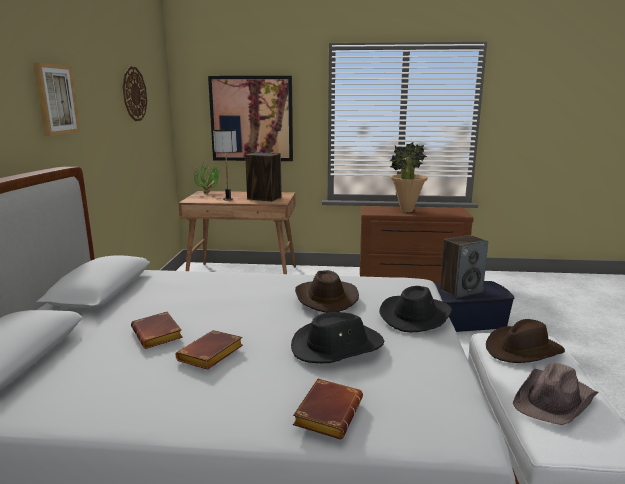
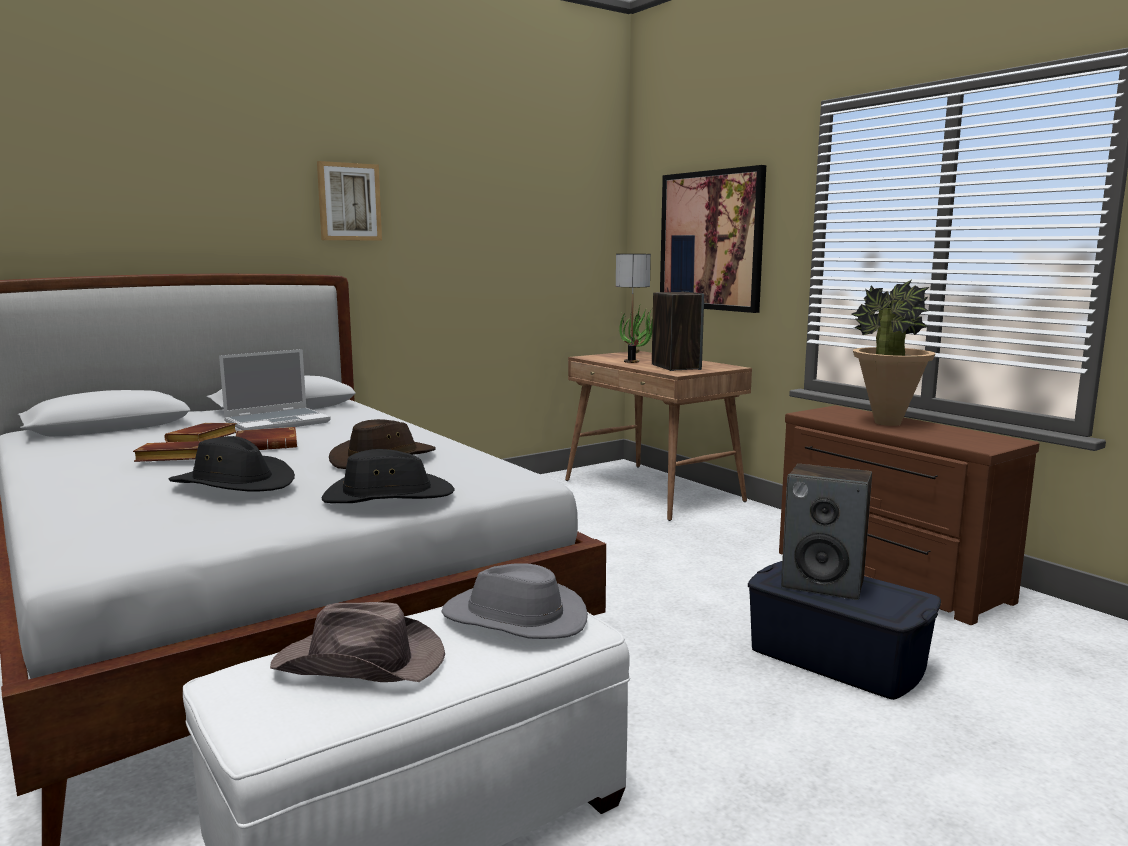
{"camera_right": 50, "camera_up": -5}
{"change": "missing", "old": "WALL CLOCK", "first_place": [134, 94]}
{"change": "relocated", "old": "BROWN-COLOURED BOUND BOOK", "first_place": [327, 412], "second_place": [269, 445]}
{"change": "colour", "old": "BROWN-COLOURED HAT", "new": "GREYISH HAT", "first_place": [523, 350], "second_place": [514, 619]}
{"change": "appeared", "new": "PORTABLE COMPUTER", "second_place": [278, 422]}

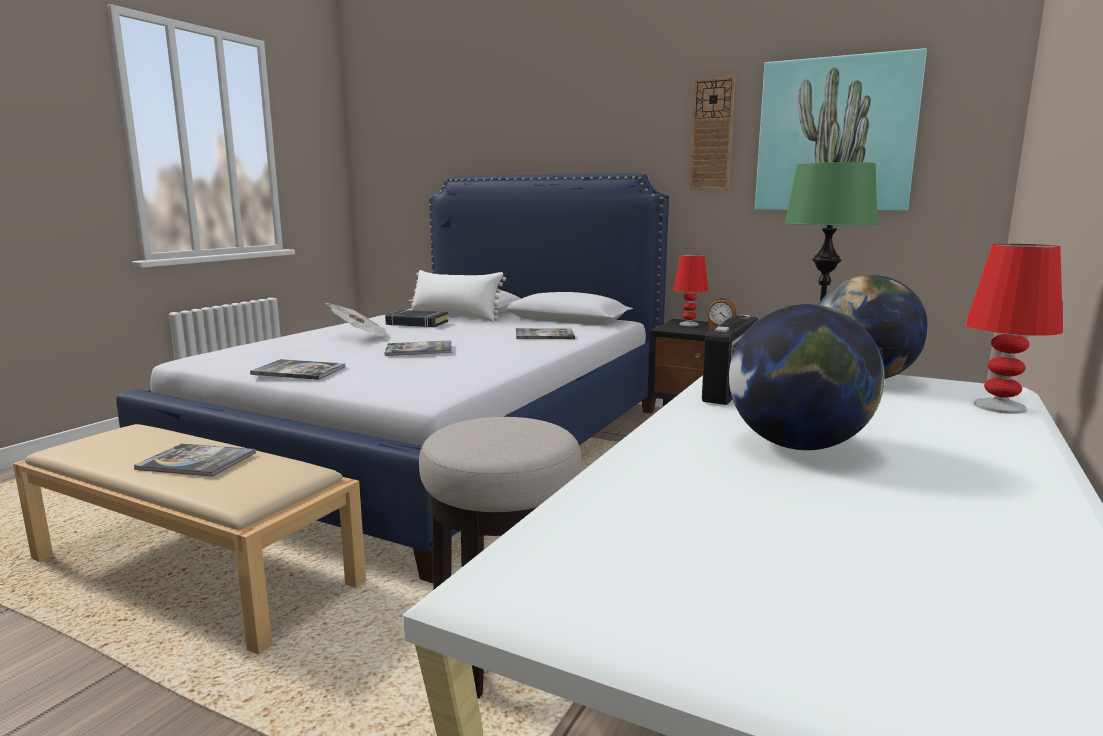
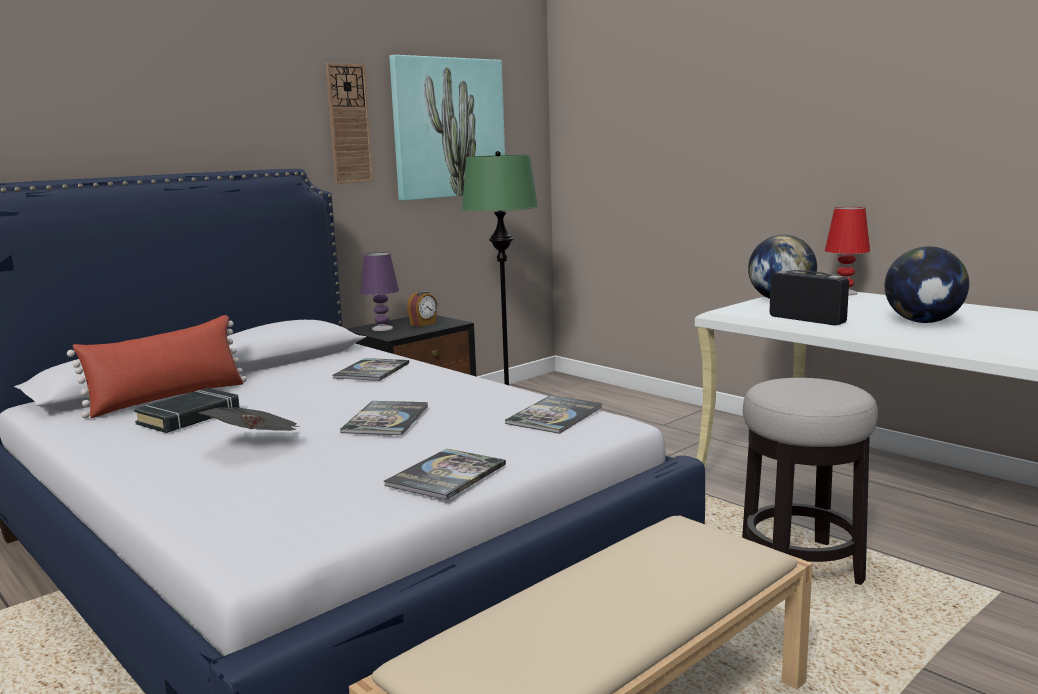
{"camera_right": -70, "camera_up": 0}
{"change": "relocated", "old": "BOUND BOOK", "first_place": [196, 461], "second_place": [554, 416]}
{"change": "colour", "old": "WHITE-COLOURED CUSHION", "new": "RED CUSHION", "first_place": [455, 316], "second_place": [168, 398]}
{"change": "colour", "old": "RED TABLE LAMP", "new": "PURPLISH TABLE LAMP", "first_place": [689, 324], "second_place": [382, 328]}

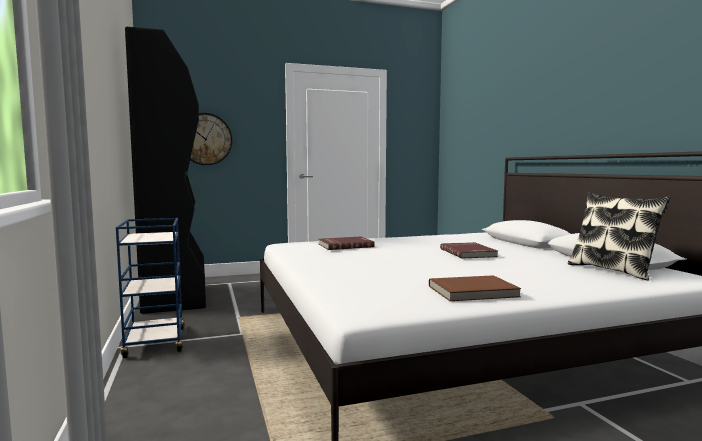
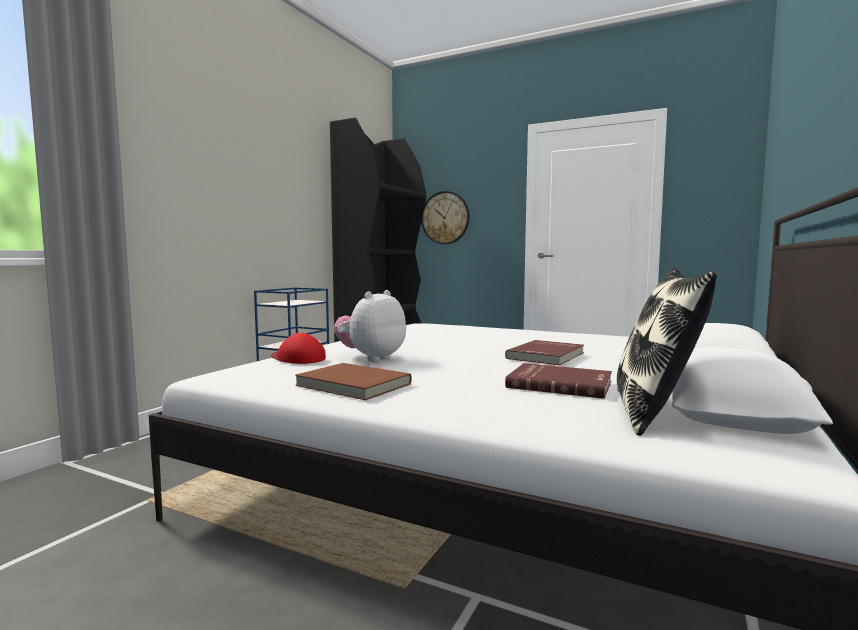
{"camera_right": 45, "camera_up": 0}
{"change": "relocated", "old": "RED BOUND BOOK", "first_place": [345, 245], "second_place": [560, 384]}
{"change": "appeared", "new": "RED CAP", "second_place": [297, 358]}
{"change": "appeared", "new": "CUDDLY TOY", "second_place": [371, 358]}

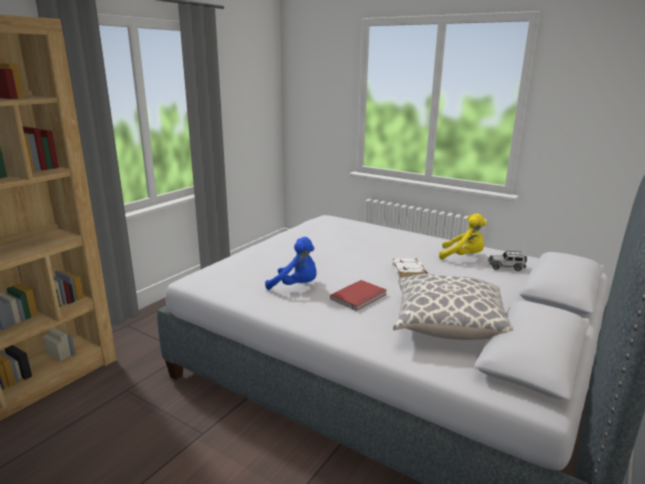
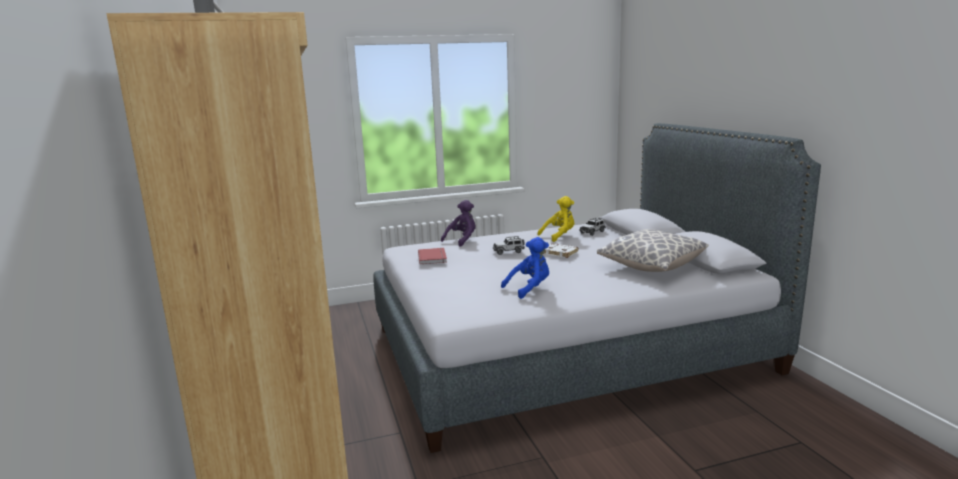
{"camera_right": -50, "camera_up": -5}
{"change": "relocated", "old": "RED BOUND BOOK", "first_place": [360, 297], "second_place": [433, 257]}
{"change": "appeared", "new": "PURPLISH CUDDLY TOY", "second_place": [462, 240]}
{"change": "appeared", "new": "MINIATURE CAR", "second_place": [508, 251]}

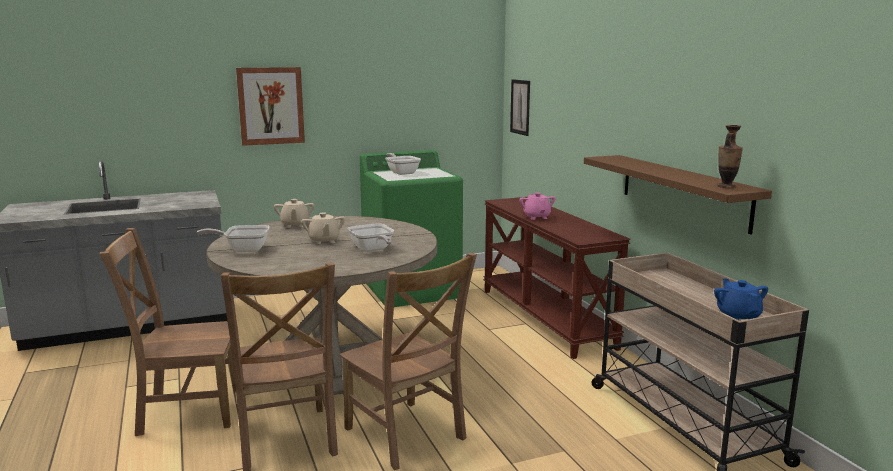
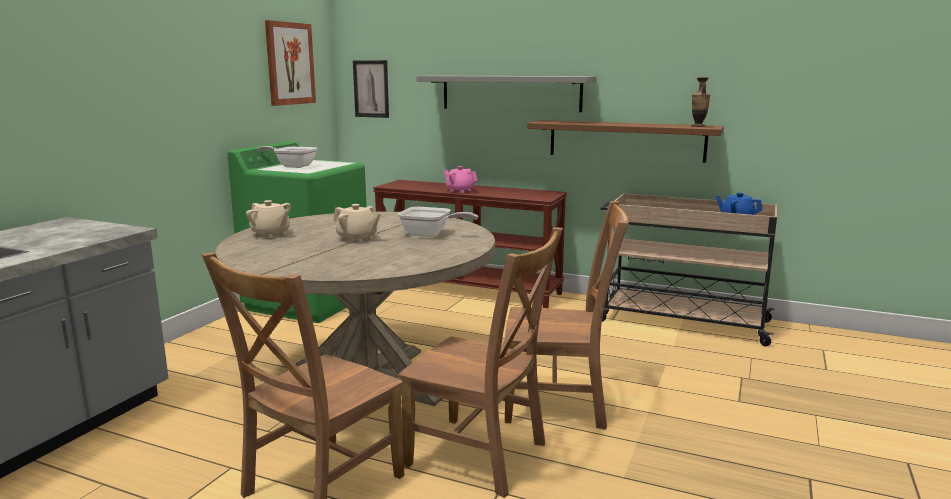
{"camera_right": -45, "camera_up": 0}
{"change": "missing", "old": "FRYING PAN", "first_place": [243, 249]}
{"change": "relocated", "old": "WALL PICTURE", "first_place": [271, 106], "second_place": [289, 63]}
{"change": "appeared", "new": "GREYISH SHELF", "second_place": [510, 93]}

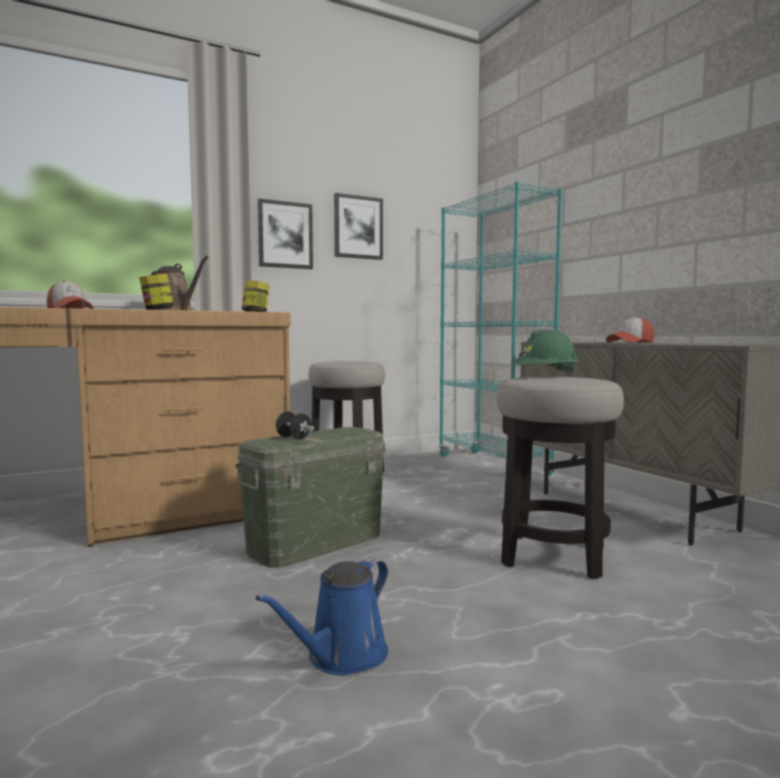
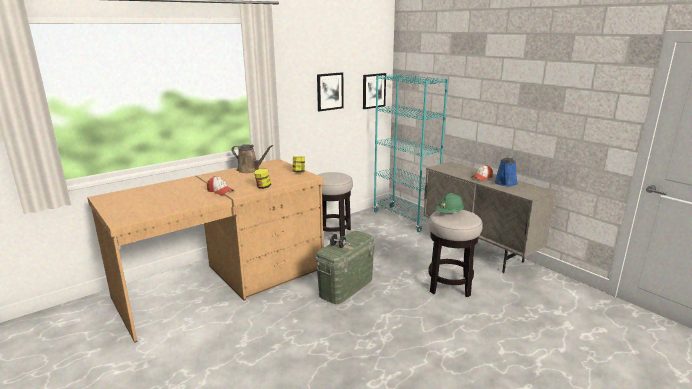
{"camera_right": -10, "camera_up": 15}
{"change": "relocated", "old": "BLUISH WATERING CAN", "first_place": [342, 657], "second_place": [505, 183]}
{"change": "relocated", "old": "WALL PICTURE", "first_place": [285, 235], "second_place": [373, 90]}

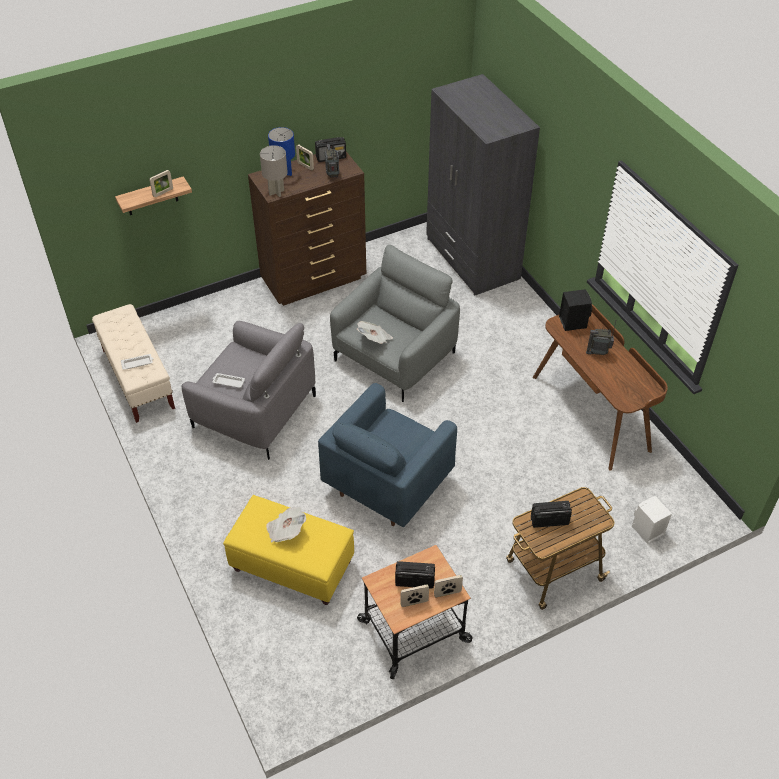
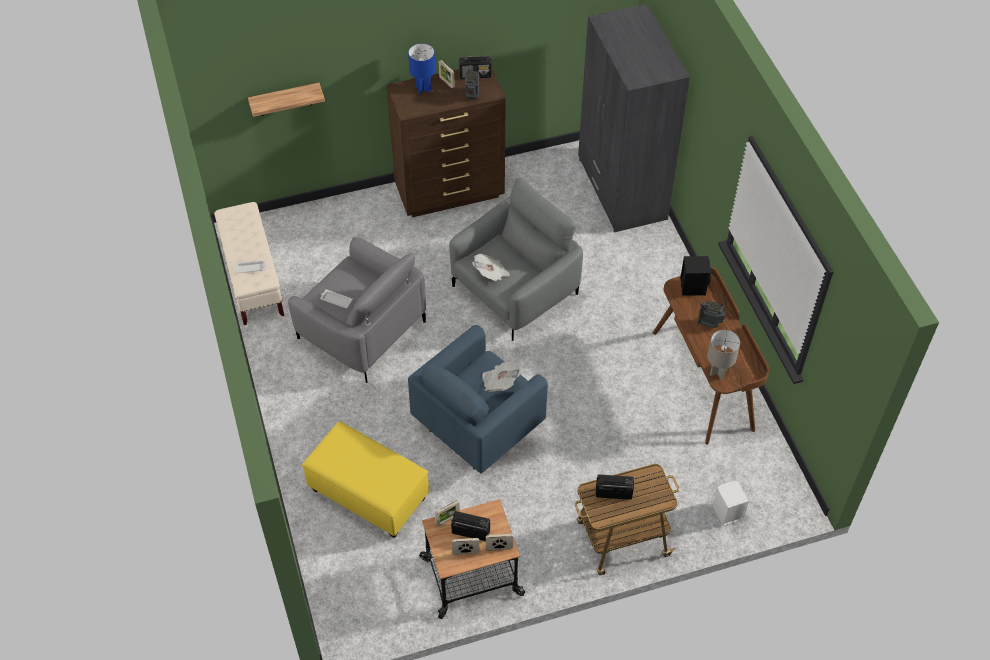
{"camera_right": 10, "camera_up": 5}
{"change": "relocated", "old": "PHOTO FRAME", "first_place": [163, 192], "second_place": [447, 520]}
{"change": "relocated", "old": "GREYISH TABLE LAMP", "first_place": [277, 192], "second_place": [718, 372]}
{"change": "relocated", "old": "NEWSPAPER", "first_place": [286, 531], "second_place": [500, 382]}

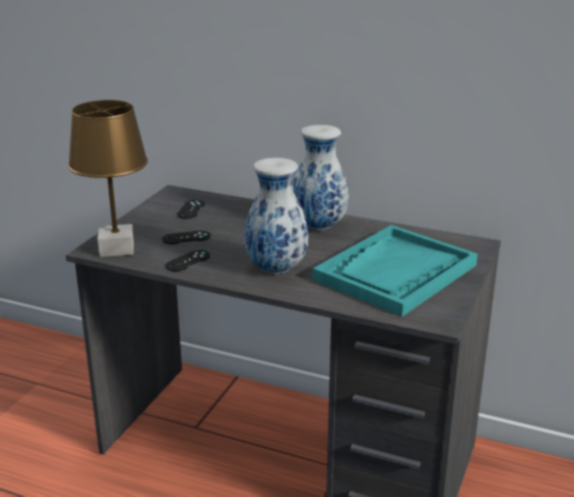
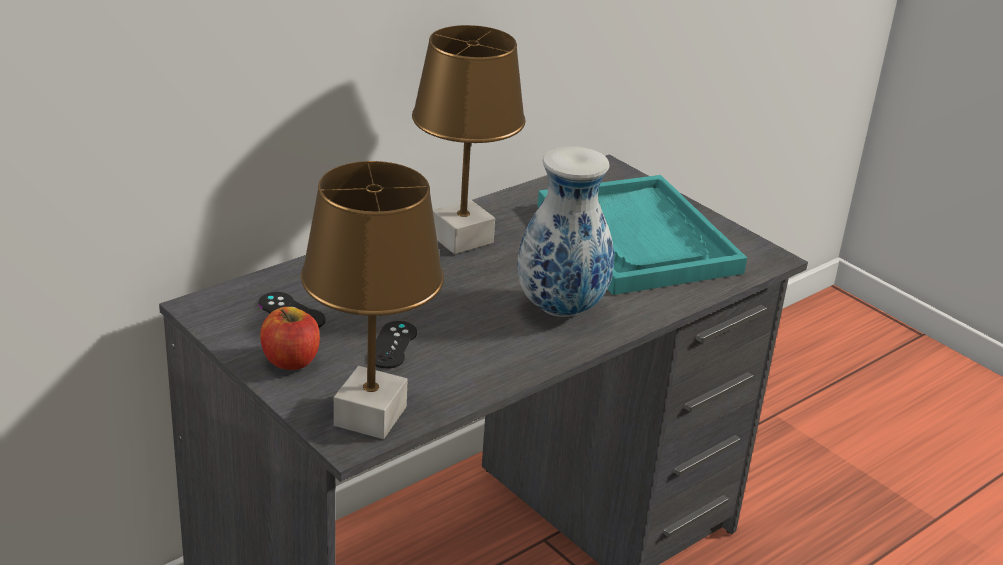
{"camera_right": -65, "camera_up": 5}
{"change": "missing", "old": "BLACKISH GAME CONTROLLER", "first_place": [188, 261]}
{"change": "exchanged", "old": "FLOWER VASE", "new": "BROWN-COLOURED TABLE LAMP", "first_place": [318, 227], "second_place": [461, 239]}
{"change": "appeared", "new": "APPLE", "second_place": [291, 360]}

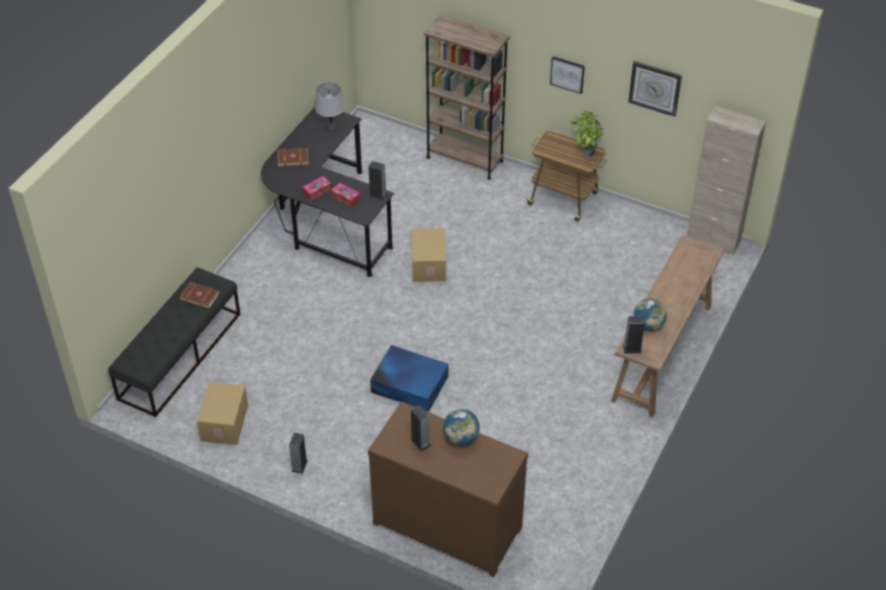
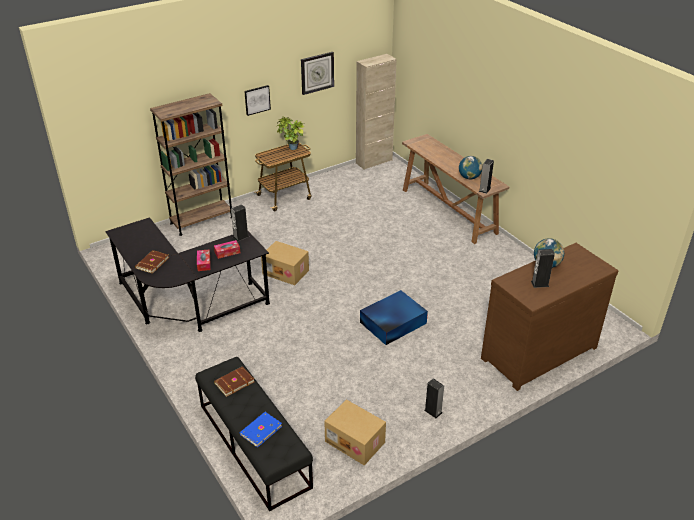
{"camera_right": -60, "camera_up": -10}
{"change": "missing", "old": "GREYISH TABLE LAMP", "first_place": [331, 127]}
{"change": "appeared", "new": "BLUISH BOUND BOOK", "second_place": [260, 430]}

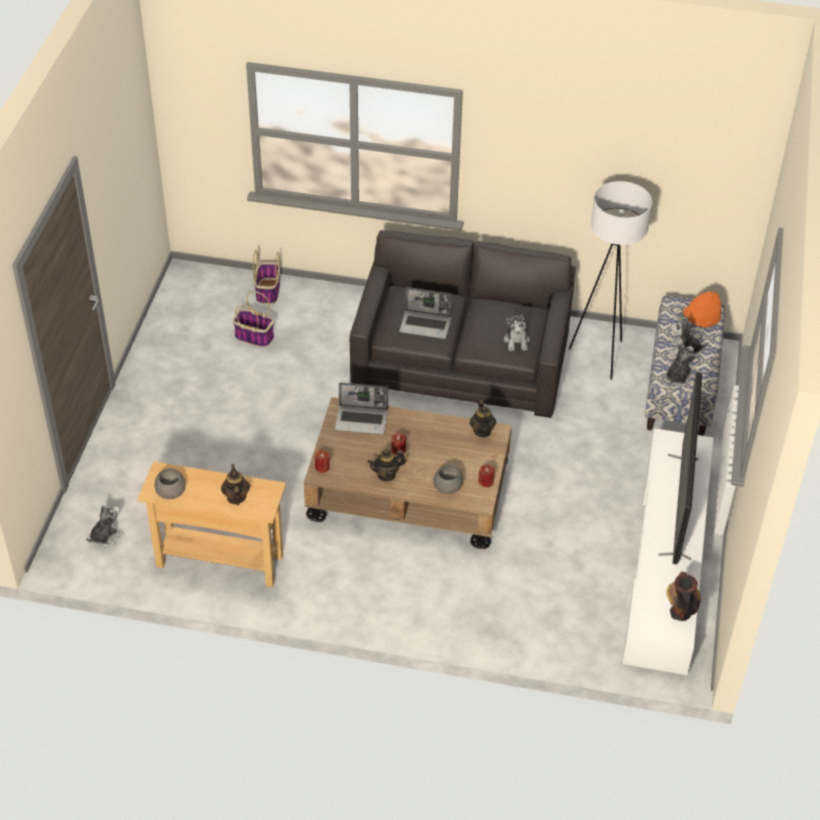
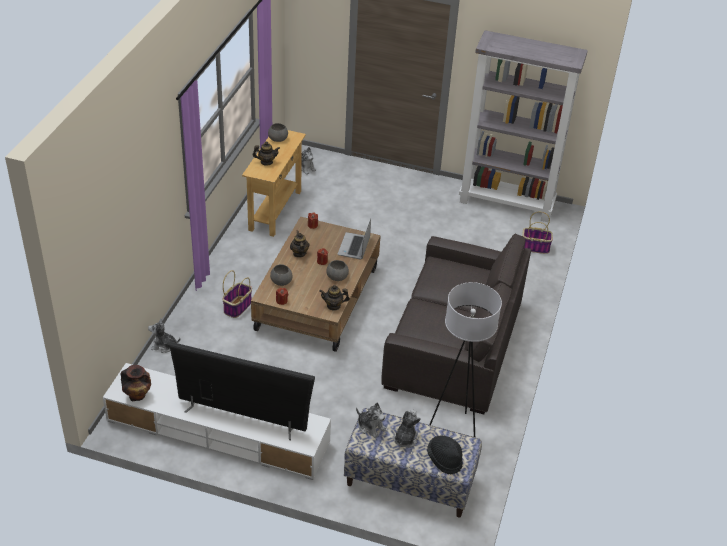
{"camera_right": 95, "camera_up": -5}
{"change": "relocated", "old": "HOUSEHOLD BASKET", "first_place": [253, 336], "second_place": [237, 306]}
{"change": "missing", "old": "PORTABLE COMPUTER", "first_place": [426, 325]}
{"change": "relocated", "old": "CUDDLY TOY", "first_place": [516, 341], "second_place": [164, 346]}
{"change": "colour", "old": "ORANGE-COLOURED HAT", "new": "BLACKISH HAT", "first_place": [701, 320], "second_place": [444, 459]}
{"change": "appeared", "new": "GREYISH DEEP DISH", "second_place": [336, 276]}
{"change": "appeared", "new": "GREYISH BOOKSHELF", "second_place": [507, 203]}

